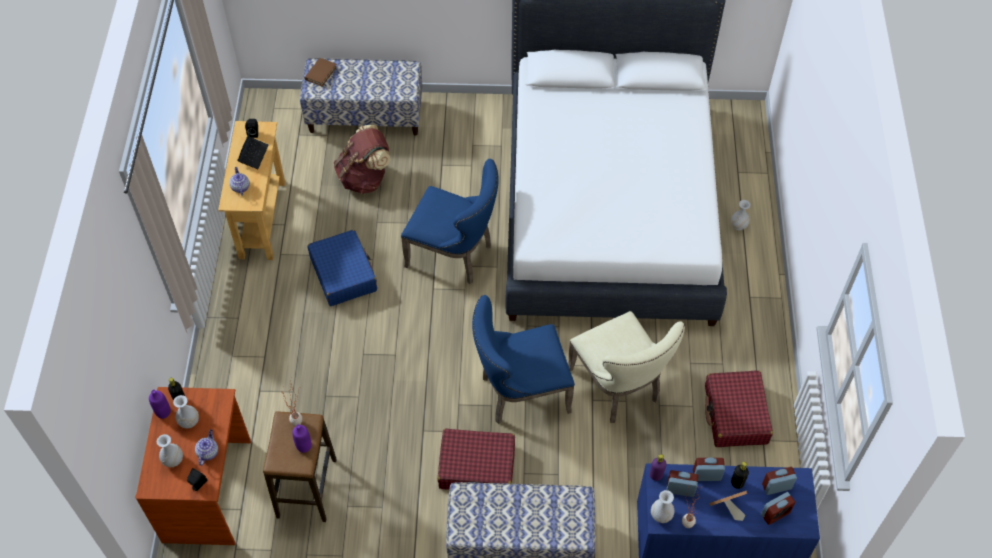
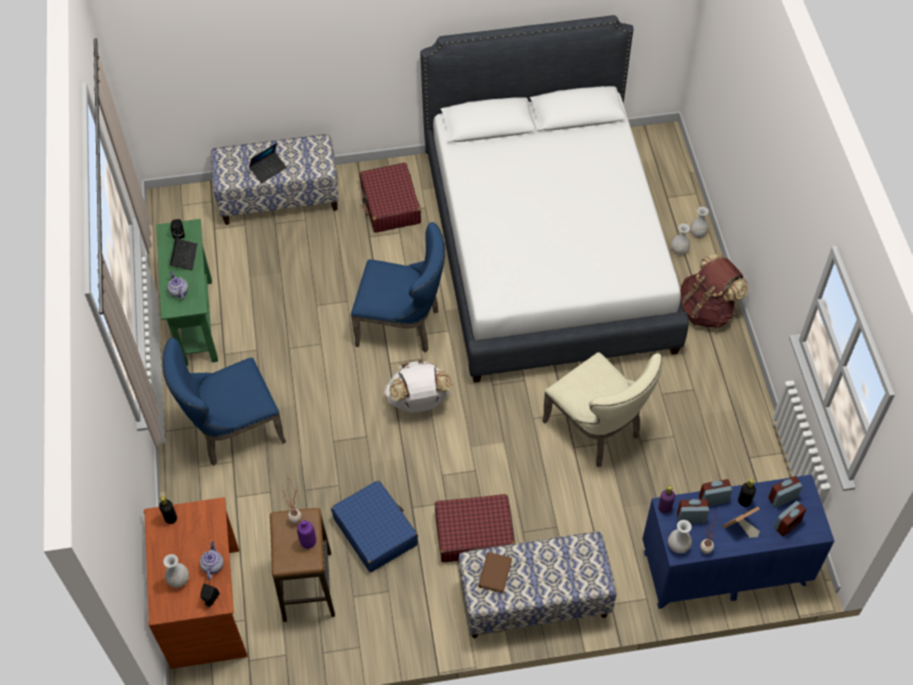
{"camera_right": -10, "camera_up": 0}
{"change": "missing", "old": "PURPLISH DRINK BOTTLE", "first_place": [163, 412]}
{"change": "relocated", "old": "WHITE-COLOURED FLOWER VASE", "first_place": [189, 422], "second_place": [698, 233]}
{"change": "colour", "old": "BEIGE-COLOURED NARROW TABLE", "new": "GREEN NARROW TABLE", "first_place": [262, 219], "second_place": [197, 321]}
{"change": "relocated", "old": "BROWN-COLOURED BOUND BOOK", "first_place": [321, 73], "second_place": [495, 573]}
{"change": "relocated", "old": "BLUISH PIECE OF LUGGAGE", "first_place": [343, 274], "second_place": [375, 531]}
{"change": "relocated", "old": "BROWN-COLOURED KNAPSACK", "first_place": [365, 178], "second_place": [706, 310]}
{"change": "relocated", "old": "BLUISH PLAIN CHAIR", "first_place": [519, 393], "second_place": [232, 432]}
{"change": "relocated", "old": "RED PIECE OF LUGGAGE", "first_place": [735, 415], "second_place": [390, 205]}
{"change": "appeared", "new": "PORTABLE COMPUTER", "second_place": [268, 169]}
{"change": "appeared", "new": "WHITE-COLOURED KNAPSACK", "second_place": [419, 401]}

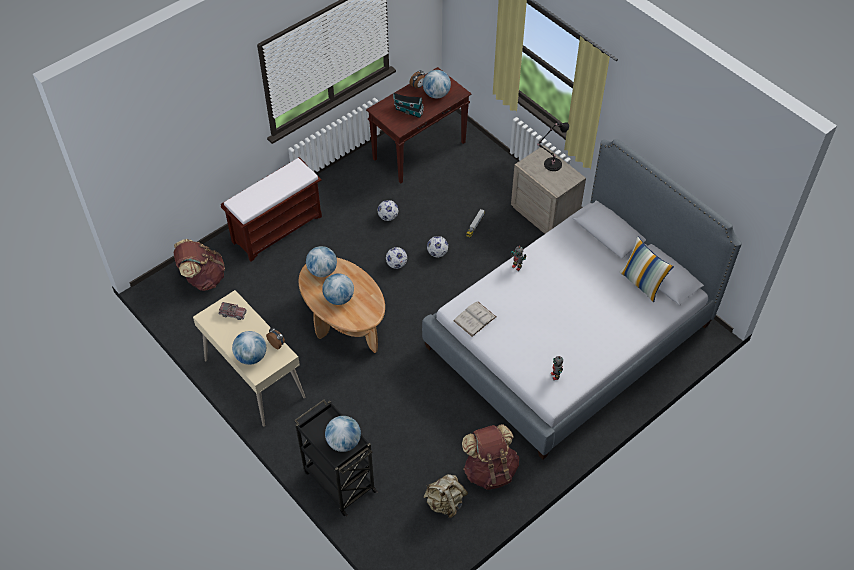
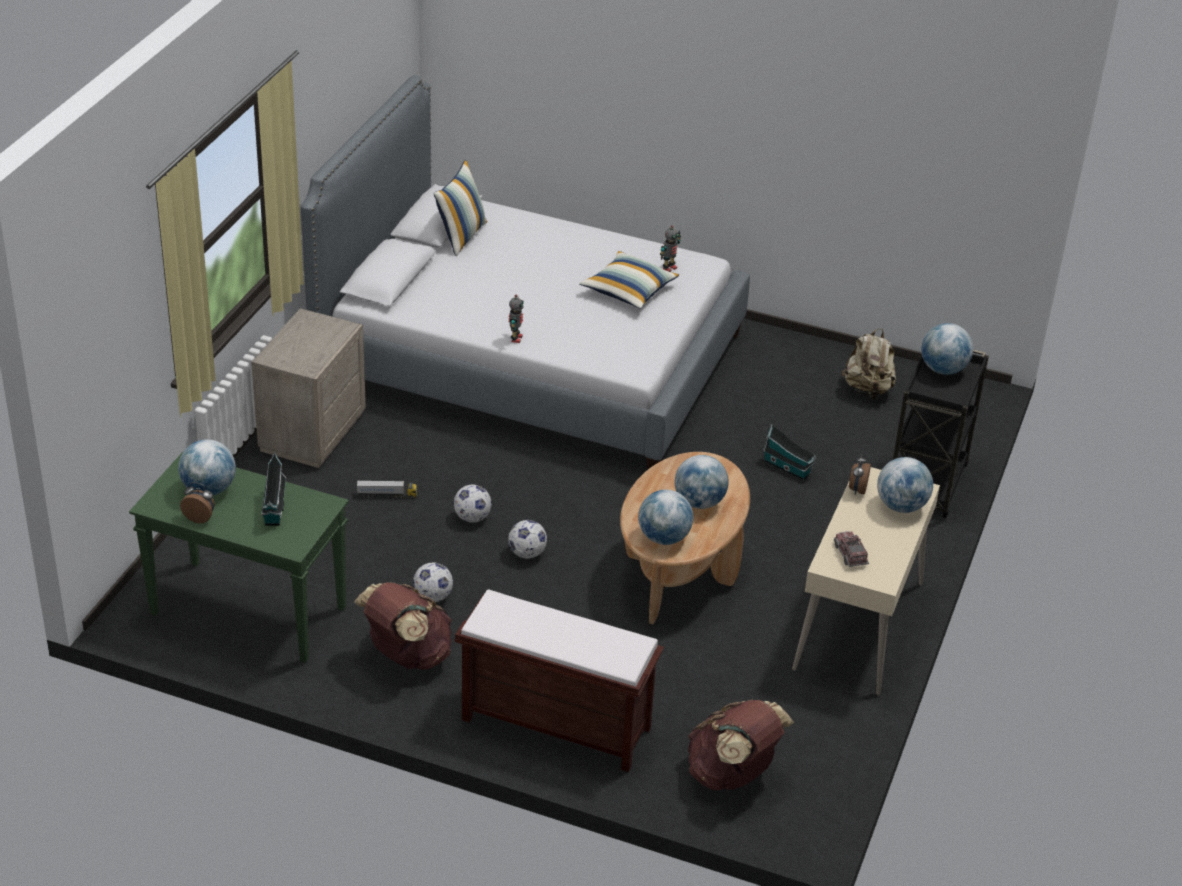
{"camera_right": -120, "camera_up": -15}
{"change": "colour", "old": "BROWN-COLOURED NARROW TABLE", "new": "GREEN NARROW TABLE", "first_place": [419, 150], "second_place": [246, 612]}
{"change": "missing", "old": "WHITE-COLOURED BOUND BOOK", "first_place": [474, 318]}
{"change": "relocated", "old": "BROWN-COLOURED KNAPSACK", "first_place": [490, 470], "second_place": [407, 655]}
{"change": "missing", "old": "BLACKISH TABLE LAMP", "first_place": [551, 165]}
{"change": "appeared", "new": "CUSHION", "second_place": [628, 290]}
{"change": "appeared", "new": "MODEL HOUSE", "second_place": [788, 468]}

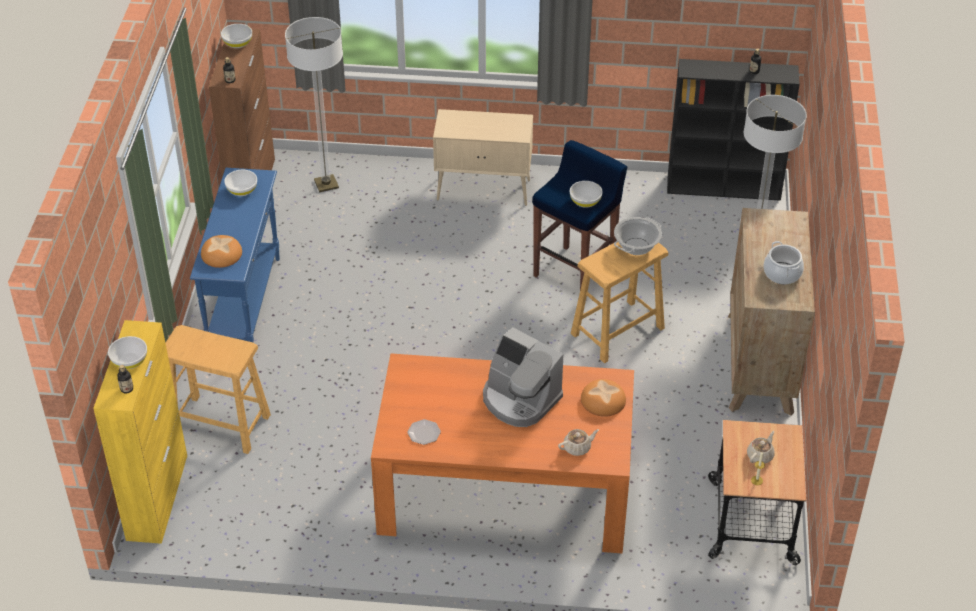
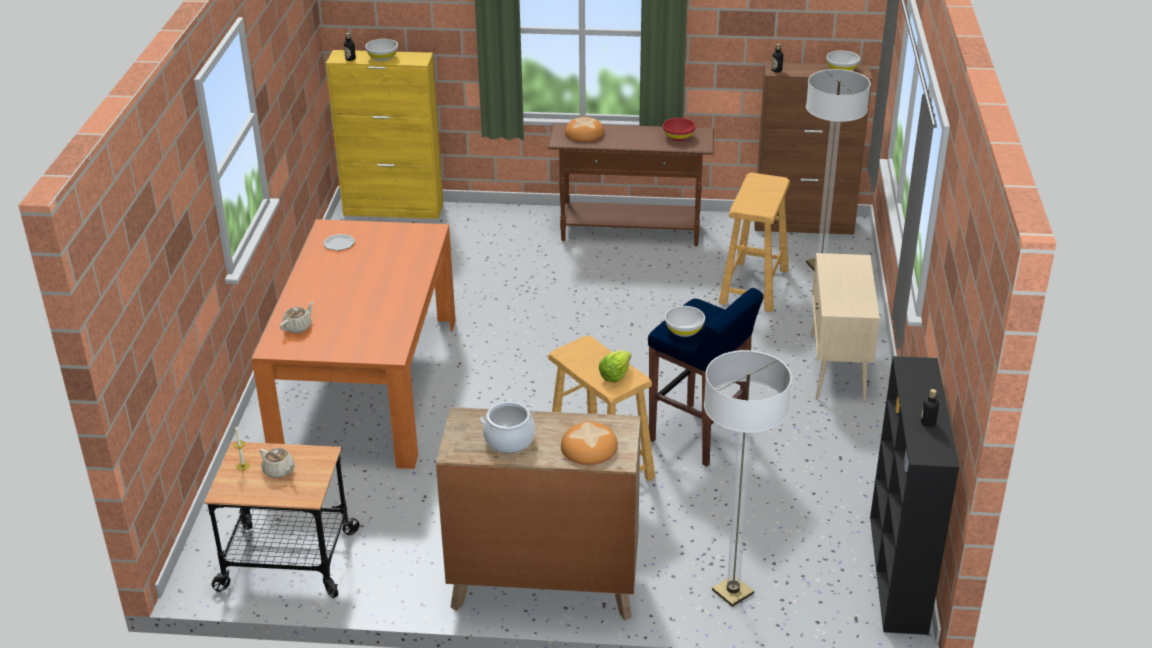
{"camera_right": 90, "camera_up": -10}
{"change": "relocated", "old": "BEIGE-COLOURED SITTING STOOL", "first_place": [221, 424], "second_place": [753, 286]}
{"change": "colour", "old": "BLUISH NARROW TABLE", "new": "BROWN-COLOURED NARROW TABLE", "first_place": [245, 303], "second_place": [631, 232]}
{"change": "colour", "old": "WHITE-COLOURED DEEP DISH", "new": "RED DEEP DISH", "first_place": [242, 190], "second_place": [678, 137]}
{"change": "missing", "old": "COFFEE BREWER", "first_place": [520, 399]}
{"change": "spun", "old": "BEIGE-COLOURED TEAPOT", "first_place": [577, 448], "second_place": [298, 327], "degrees": -120}
{"change": "relocated", "old": "BAKED BREAD", "first_place": [602, 400], "second_place": [589, 447]}
{"change": "exchanged", "old": "SAUCEPOT", "new": "HEAD OF LETTUCE", "first_place": [636, 247], "second_place": [615, 375]}

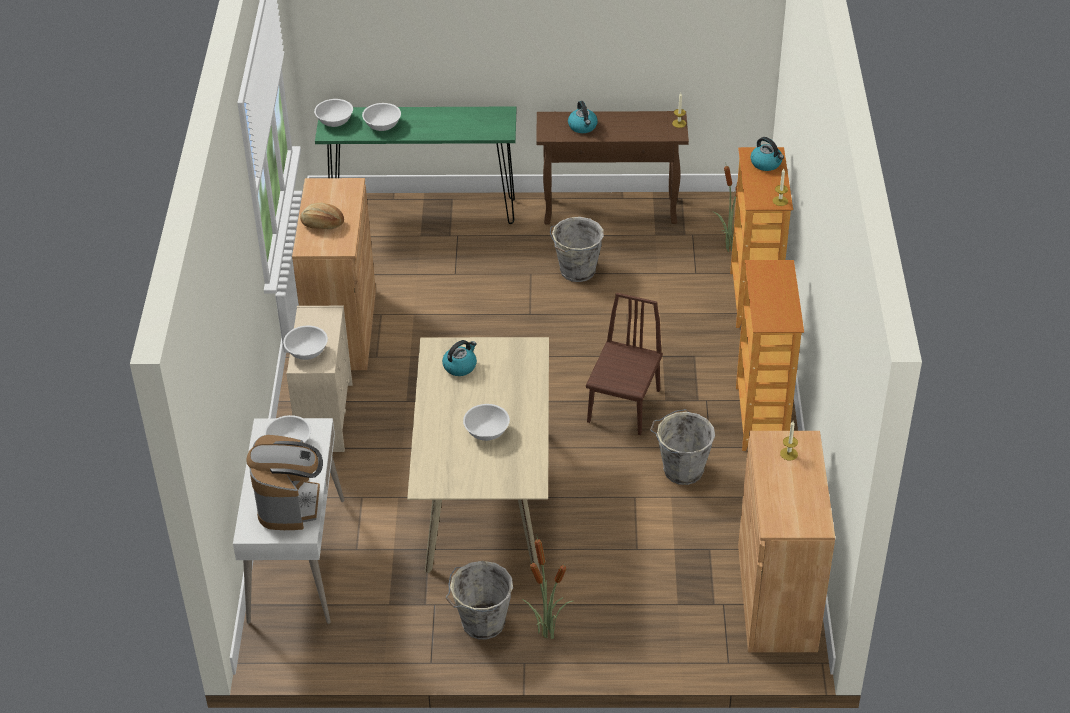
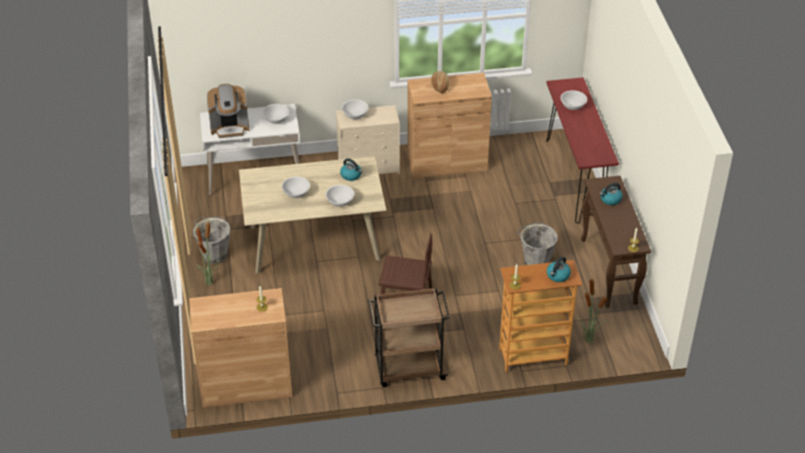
{"camera_right": 80, "camera_up": 0}
{"change": "relocated", "old": "WHITE-COLOURED DEEP DISH", "first_place": [334, 121], "second_place": [340, 201]}
{"change": "colour", "old": "GREEN NARROW TABLE", "new": "RED NARROW TABLE", "first_place": [422, 211], "second_place": [574, 179]}
{"change": "missing", "old": "GREYISH PAIL", "first_place": [681, 470]}
{"change": "exchanged", "old": "BOOKSHELF", "new": "BROWN-COLOURED CART", "first_place": [762, 418], "second_place": [408, 369]}

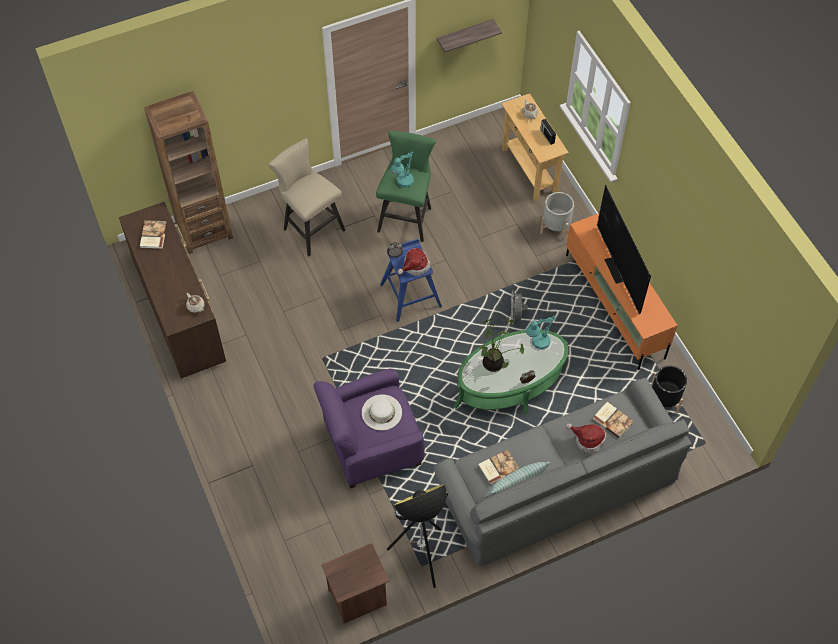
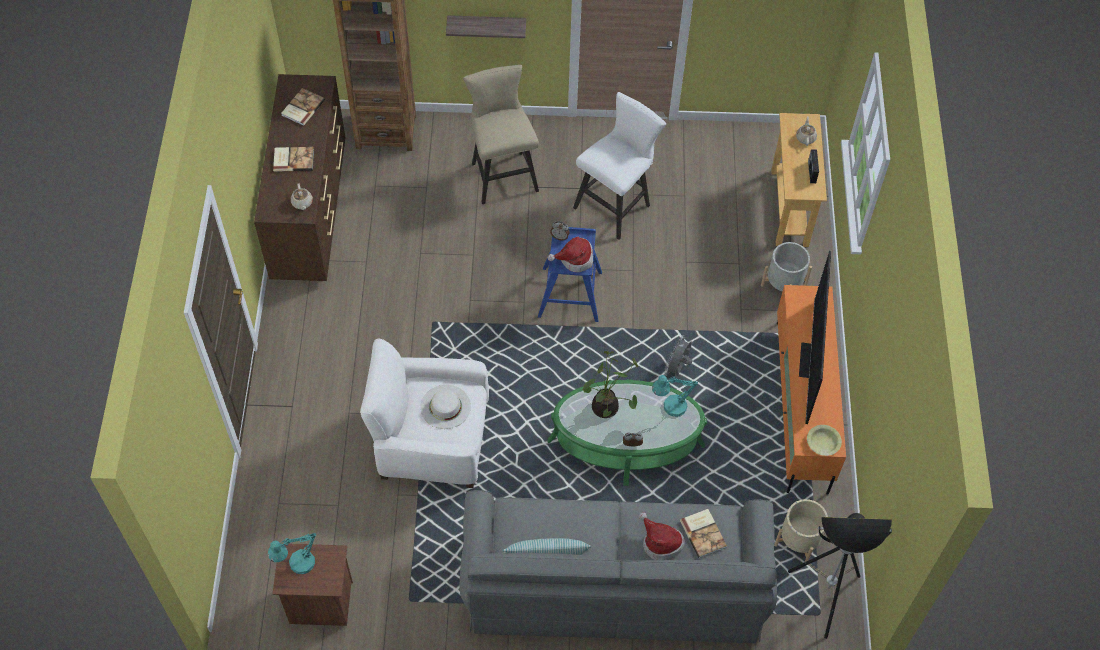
{"camera_right": 25, "camera_up": 0}
{"change": "colour", "old": "PURPLISH EASY CHAIR", "new": "WHITE-COLOURED EASY CHAIR", "first_place": [371, 444], "second_place": [431, 440]}
{"change": "colour", "old": "GREEN SITTING STOOL", "new": "WHITE-COLOURED SITTING STOOL", "first_place": [406, 217], "second_place": [616, 204]}
{"change": "relocated", "old": "FLOOR LAMP", "first_place": [421, 557], "second_place": [824, 597]}
{"change": "relocated", "old": "TURQUOISE TABLE LAMP", "first_place": [403, 183], "second_place": [297, 565]}
{"change": "relocated", "old": "SHELF", "first_place": [464, 36], "second_place": [487, 26]}
{"change": "relocated", "old": "BOUND BOOK", "first_place": [498, 467], "second_place": [293, 159]}
{"change": "colour", "old": "BLACKISH PLANT POT", "new": "BEIGE-COLOURED PLANT POT", "first_place": [664, 399], "second_place": [798, 541]}
{"change": "appeared", "new": "YELLOW-COLOURED DEEP DISH", "second_place": [823, 443]}

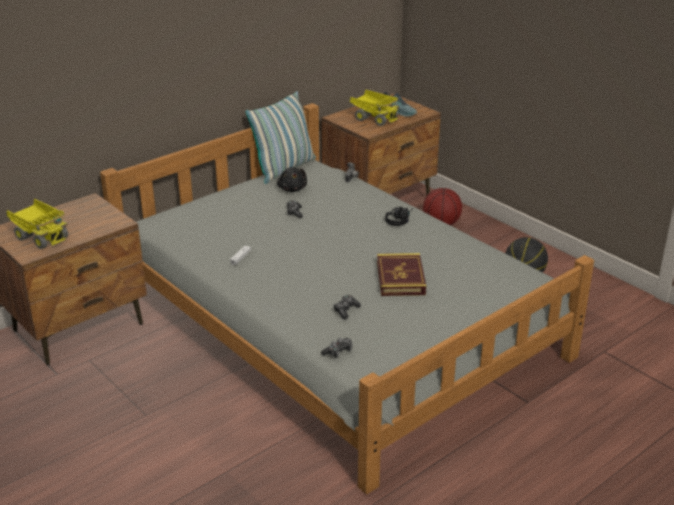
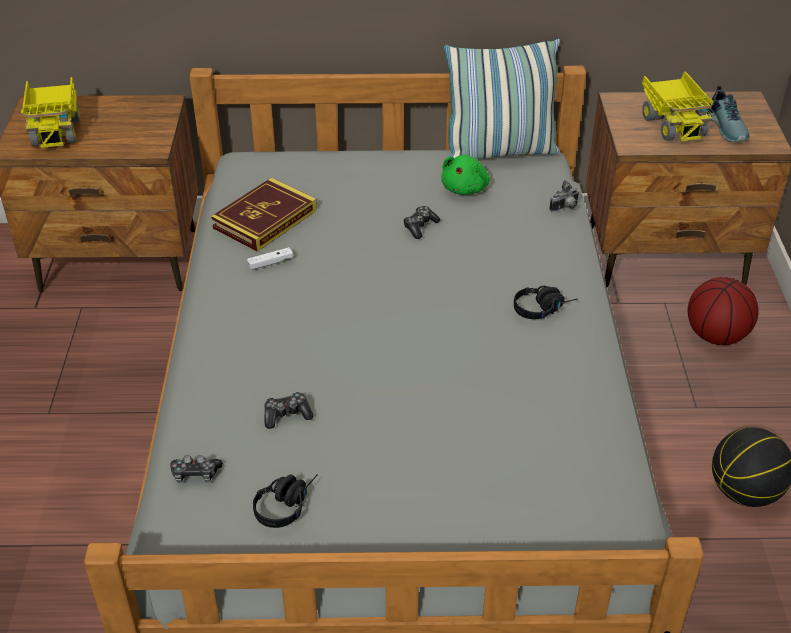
{"camera_right": 40, "camera_up": 10}
{"change": "colour", "old": "BLACKISH CUDDLY TOY", "new": "GREEN CUDDLY TOY", "first_place": [292, 189], "second_place": [465, 188]}
{"change": "relocated", "old": "BOUND BOOK", "first_place": [400, 278], "second_place": [265, 219]}
{"change": "appeared", "new": "BLACKISH HEADPHONES", "second_place": [287, 504]}

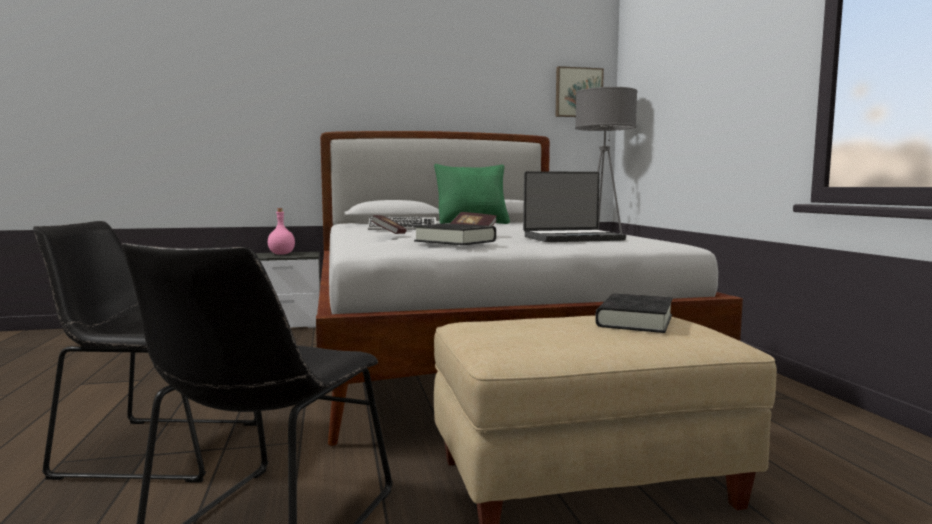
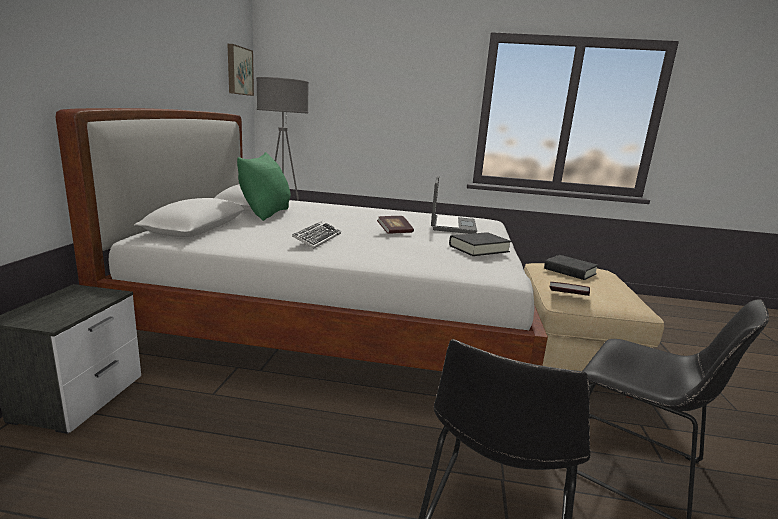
{"camera_right": -70, "camera_up": 10}
{"change": "missing", "old": "PINK-COLOURED DRINK BOTTLE", "first_place": [282, 254]}
{"change": "relocated", "old": "BOUND BOOK", "first_place": [389, 235], "second_place": [568, 296]}

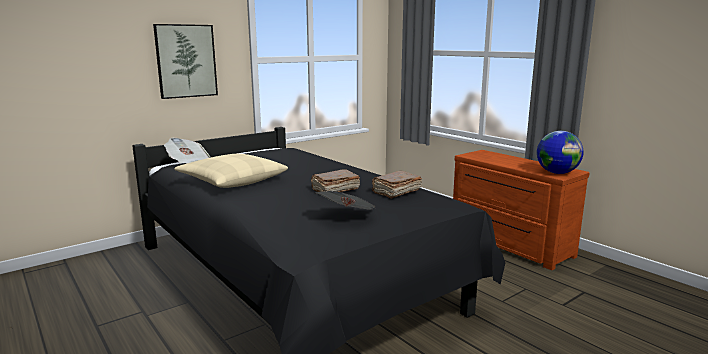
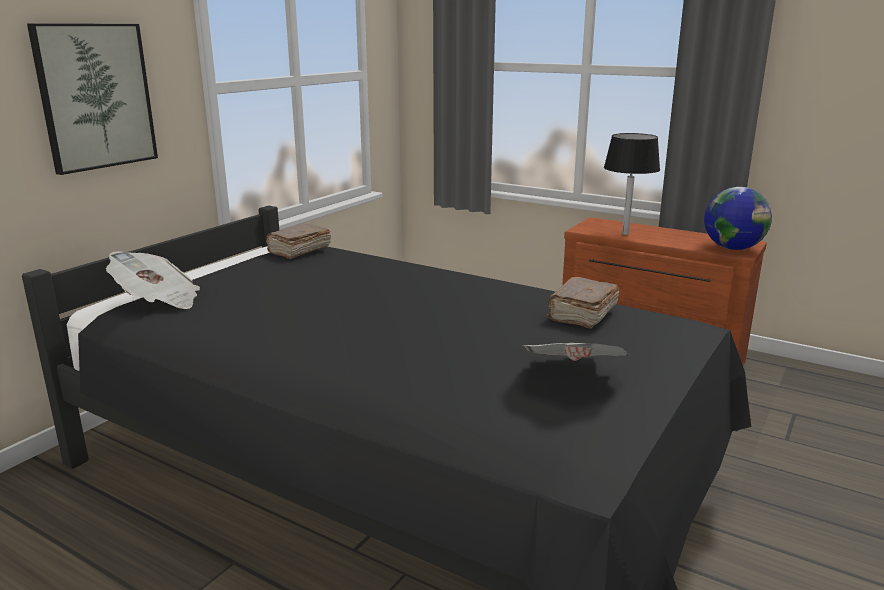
{"camera_right": -20, "camera_up": 5}
{"change": "missing", "old": "BEIGE-COLOURED CUSHION", "first_place": [232, 180]}
{"change": "relocated", "old": "BROWN-COLOURED BOUND BOOK", "first_place": [334, 190], "second_place": [298, 251]}
{"change": "appeared", "new": "BLACKISH TABLE LAMP", "second_place": [625, 234]}

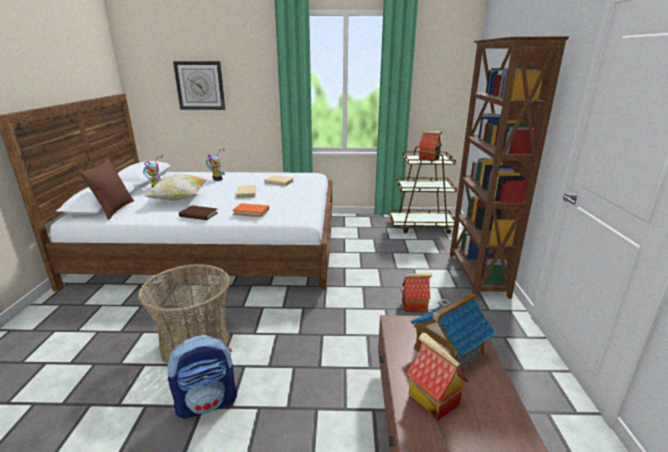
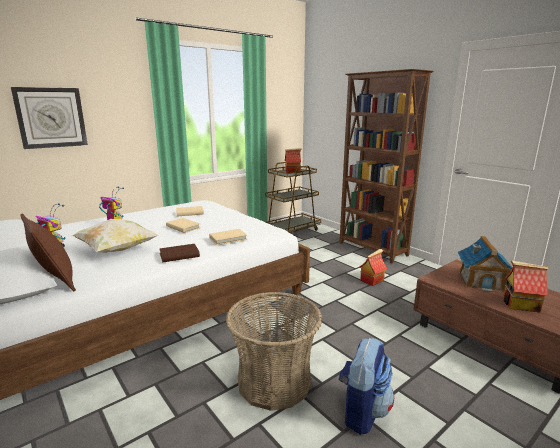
{"camera_right": -40, "camera_up": -5}
{"change": "colour", "old": "ORANGE-COLOURED BOUND BOOK", "new": "BEIGE-COLOURED BOUND BOOK", "first_place": [251, 212], "second_place": [228, 239]}

